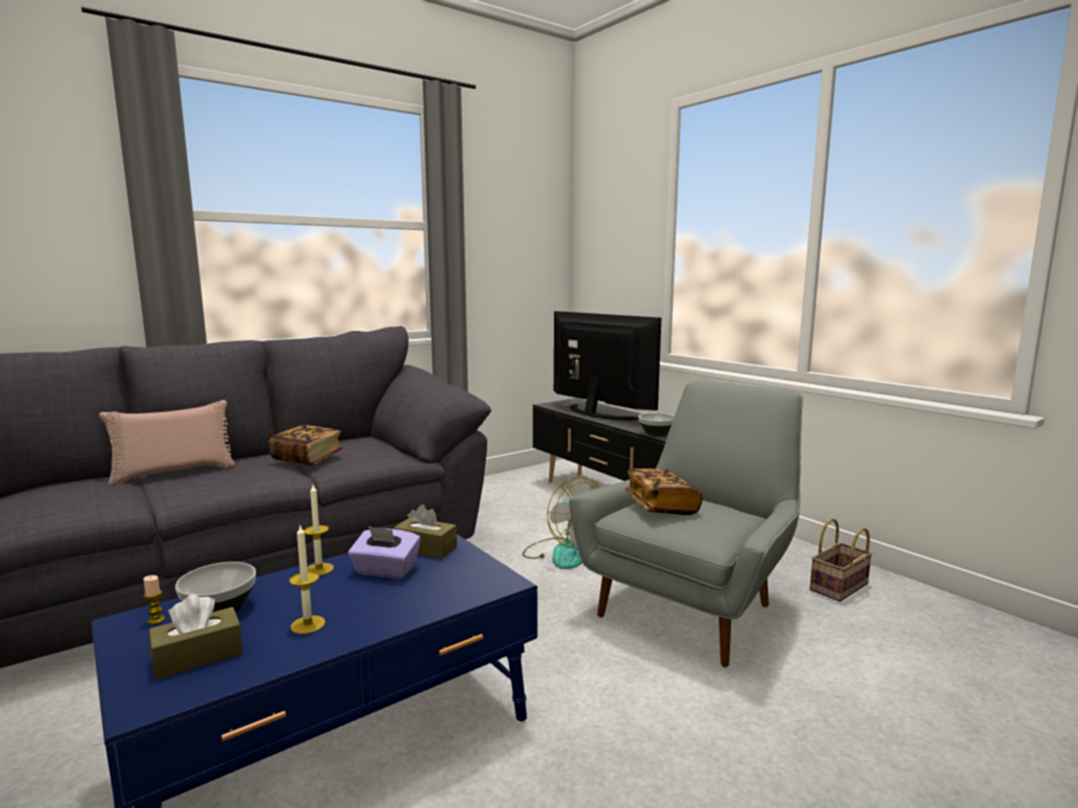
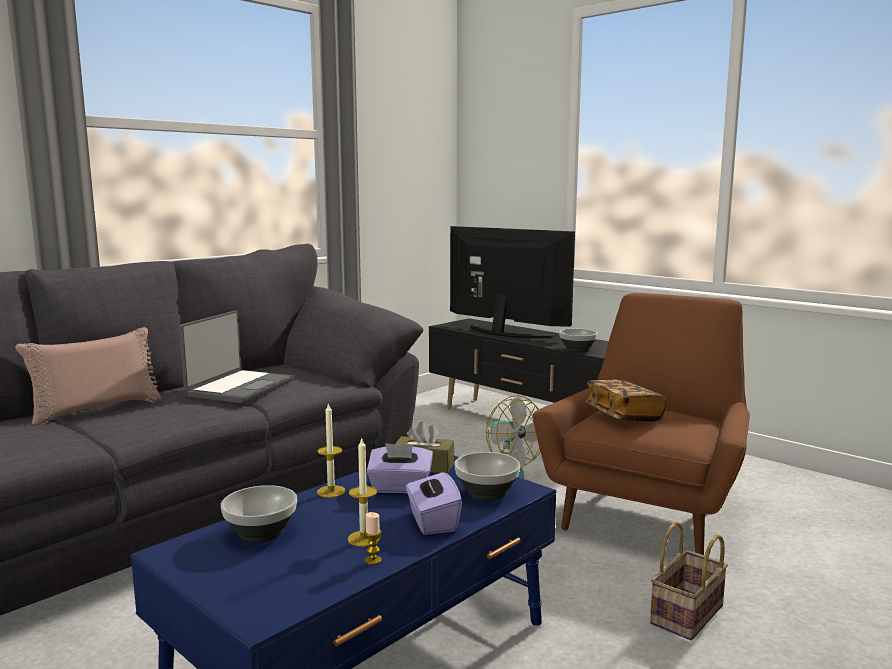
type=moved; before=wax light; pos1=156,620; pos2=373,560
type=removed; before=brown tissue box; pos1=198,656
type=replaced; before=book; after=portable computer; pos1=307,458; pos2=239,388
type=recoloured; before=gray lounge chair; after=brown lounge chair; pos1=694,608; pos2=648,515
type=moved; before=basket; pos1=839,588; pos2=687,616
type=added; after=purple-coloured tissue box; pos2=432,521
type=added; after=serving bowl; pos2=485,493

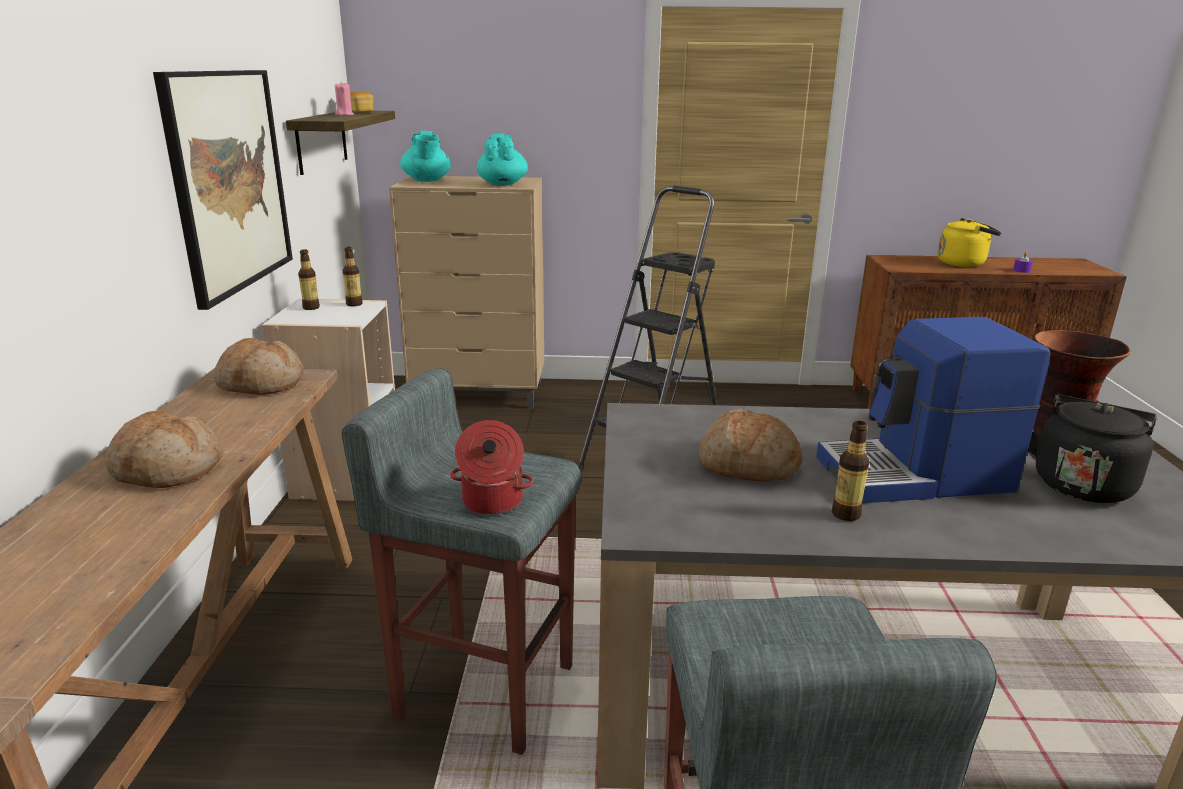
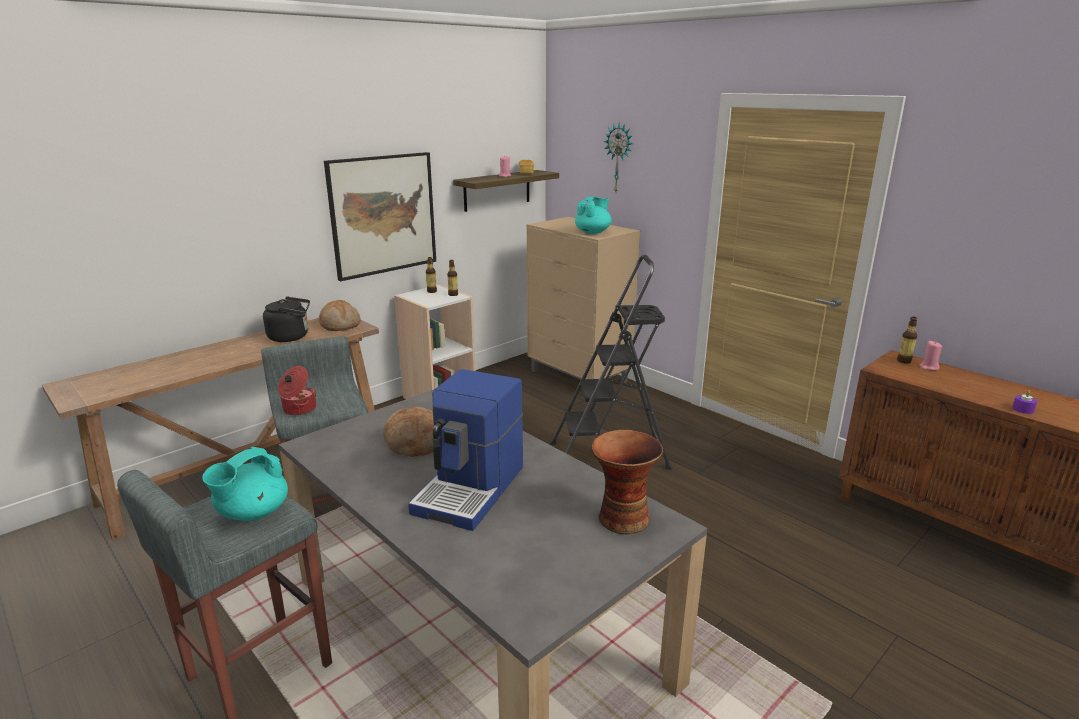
type=removed; before=bakery bread; pos1=168,469
type=moved; before=turquoise teapot; pos1=427,181; pos2=252,513
type=turned; before=coffee brewer; pos1=916,475; pos2=471,489; turn=-105
type=moved; before=beverage bottle; pos1=846,514; pos2=904,361
type=removed; before=yellowish kettle; pos1=963,263
type=moved; before=black kettle; pos1=1081,483; pos2=291,337
type=added; after=hanging clock; pos2=619,158
type=added; after=pink-coloured wax light; pos2=928,367

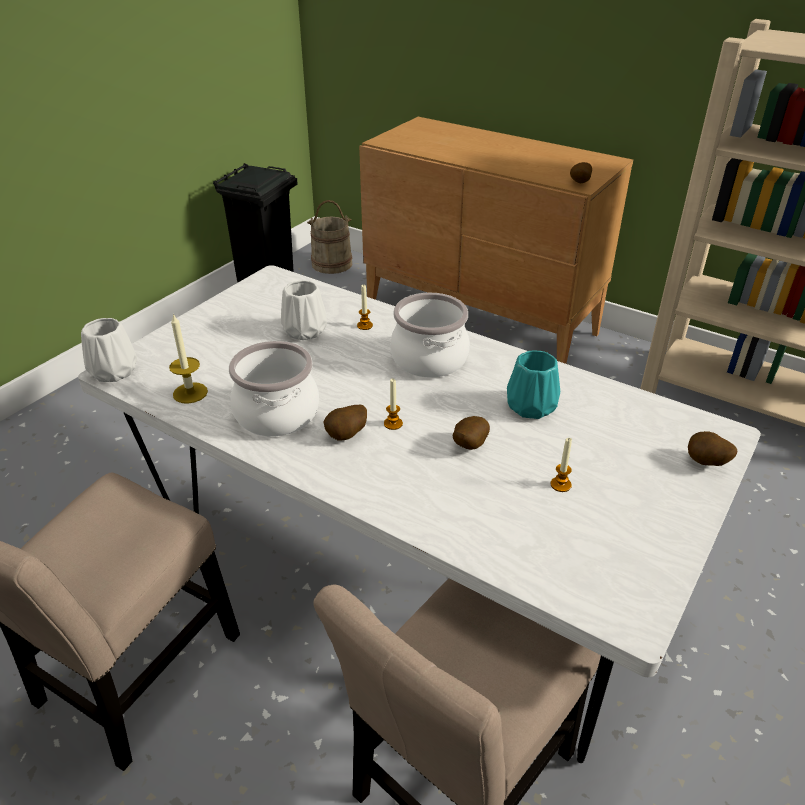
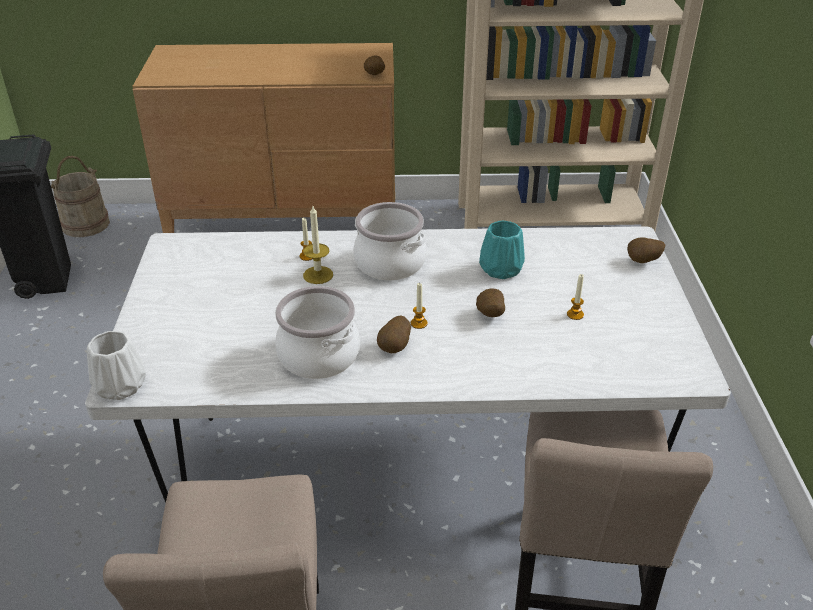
type=moved; before=wax light; pos1=190,393; pos2=318,275
type=removed; before=white-coloured flower vase; pos1=305,330

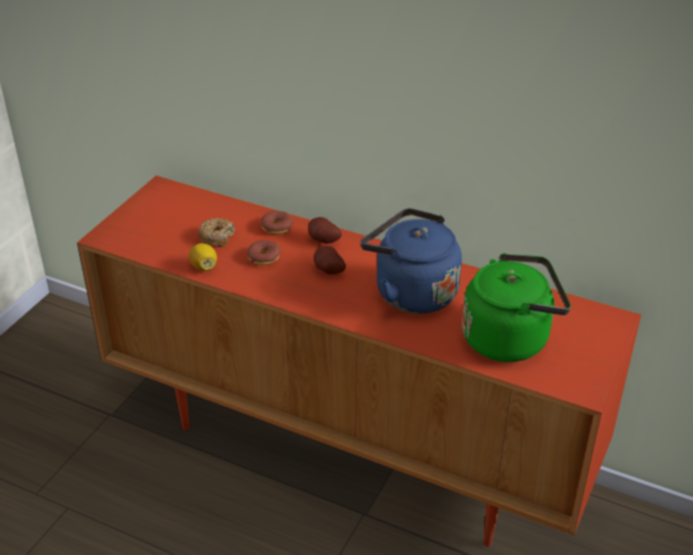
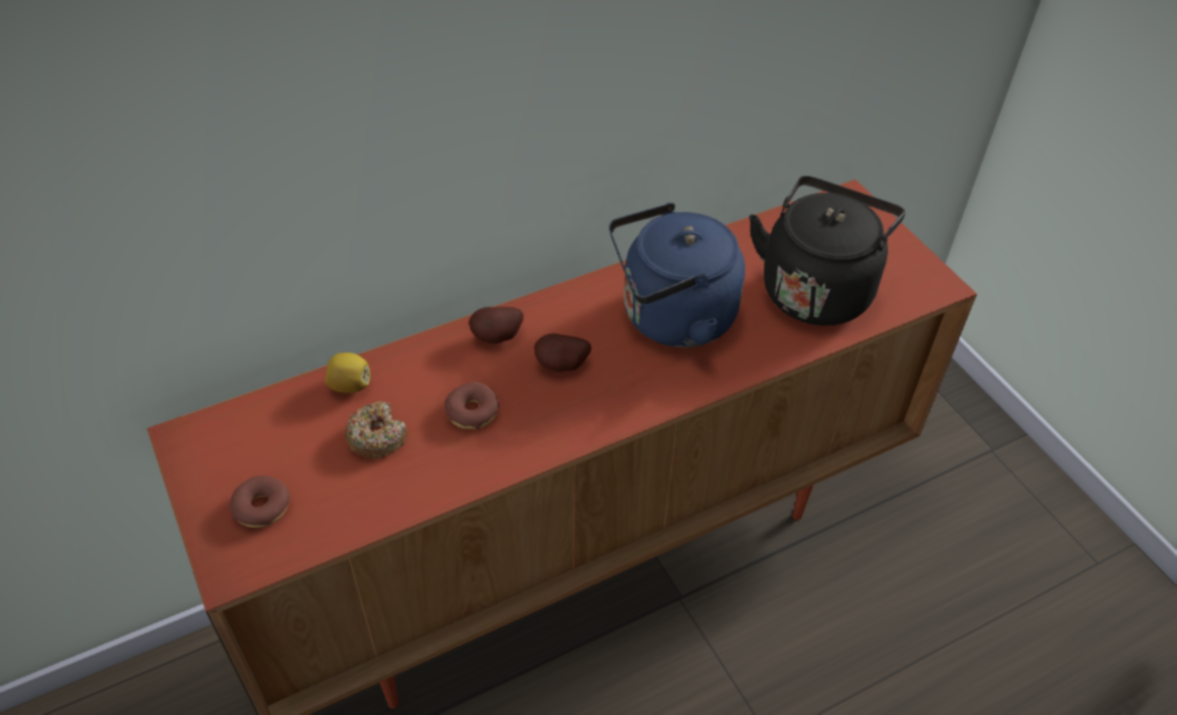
type=moved; before=lemon; pos1=204,267; pos2=350,385
type=moved; before=ring doughnut; pos1=276,227; pos2=262,507
type=recoloured; before=green kettle; after=black kettle; pos1=510,338; pos2=817,288

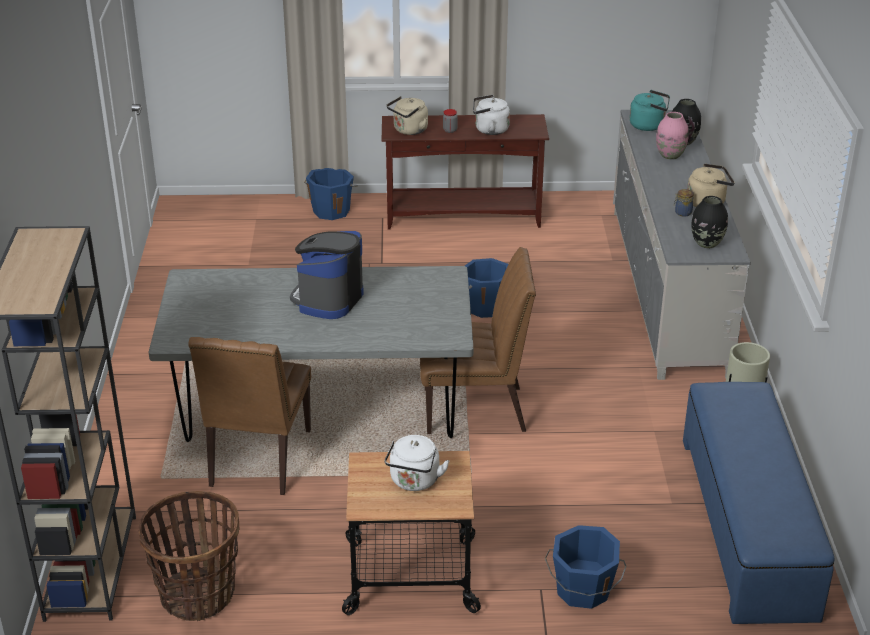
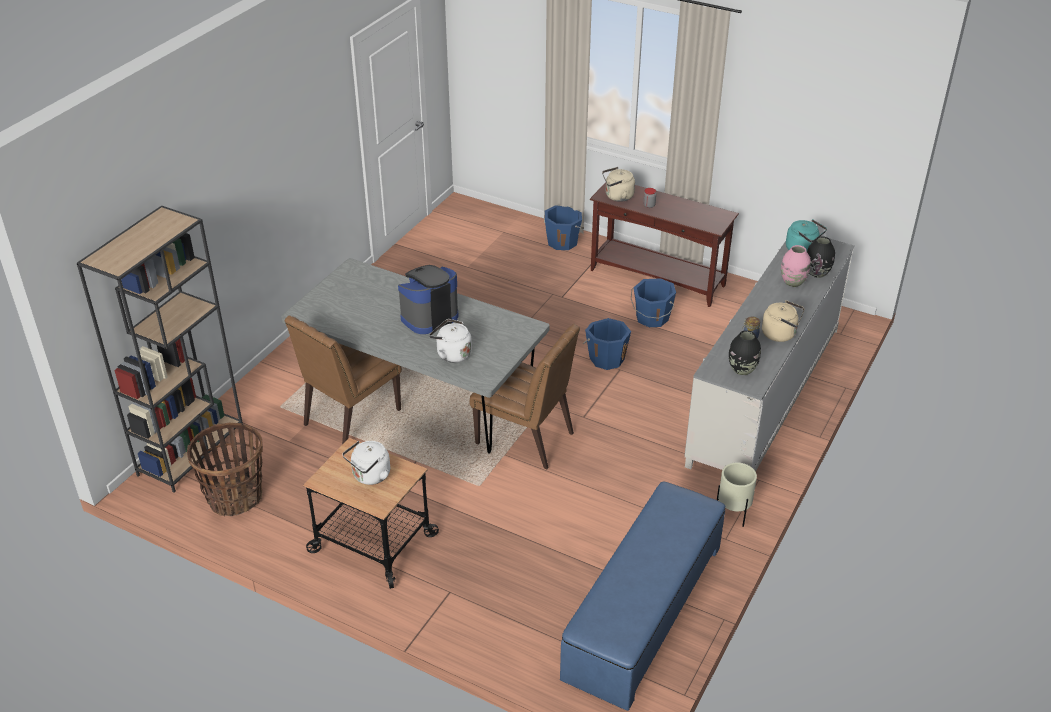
type=moved; before=white-coloured kettle; pos1=489,130; pos2=452,354
type=moved; before=bluish bucket; pos1=583,590; pos2=652,318

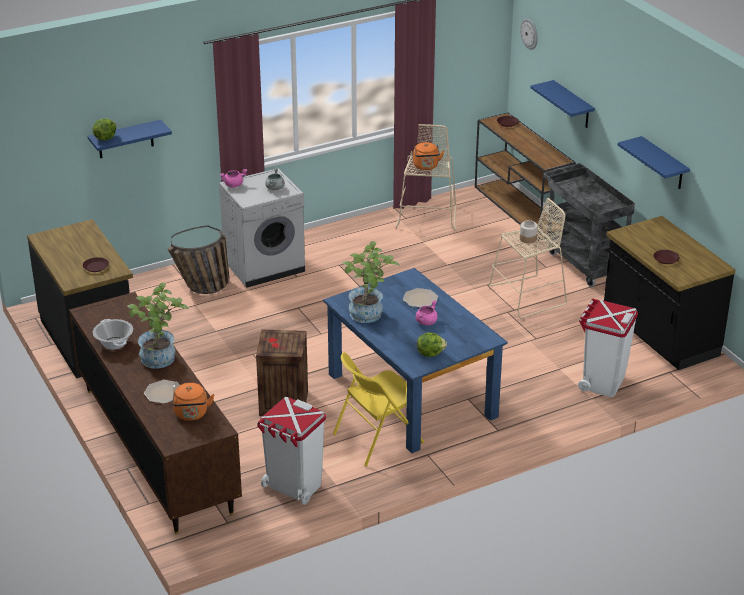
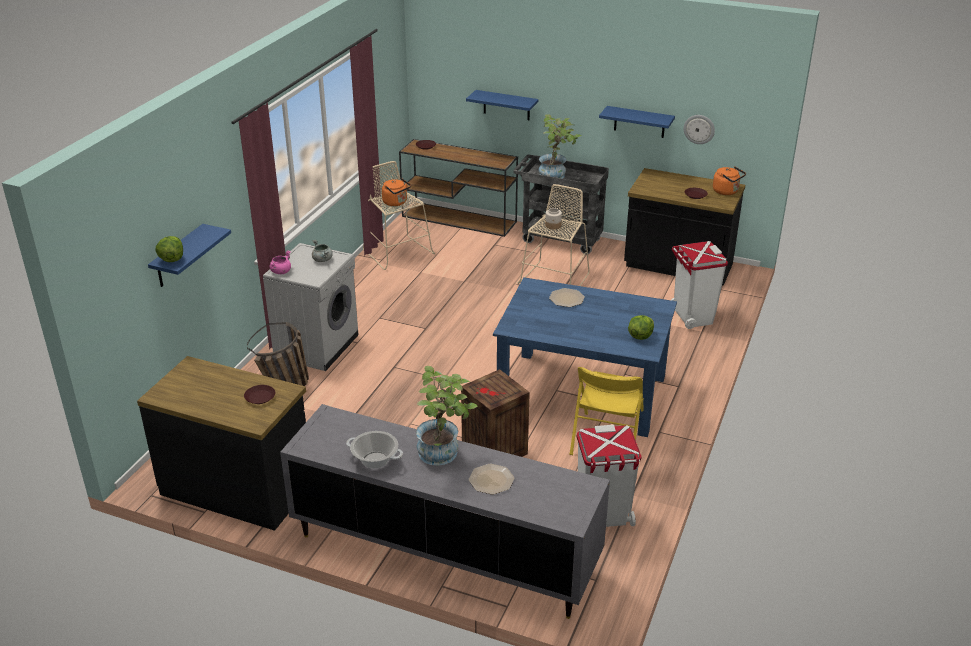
type=recoloured; before=brown cupboard; after=gray cupboard; pos1=156,449; pos2=444,553
type=moved; before=orangey kettle; pos1=191,415; pos2=727,191
type=moved; before=potted plant; pos1=369,316; pos2=556,175
type=removed; before=pink-coloured cooking pot; pos1=426,322
type=moved; before=hanging clock; pos1=529,33; pos2=699,129

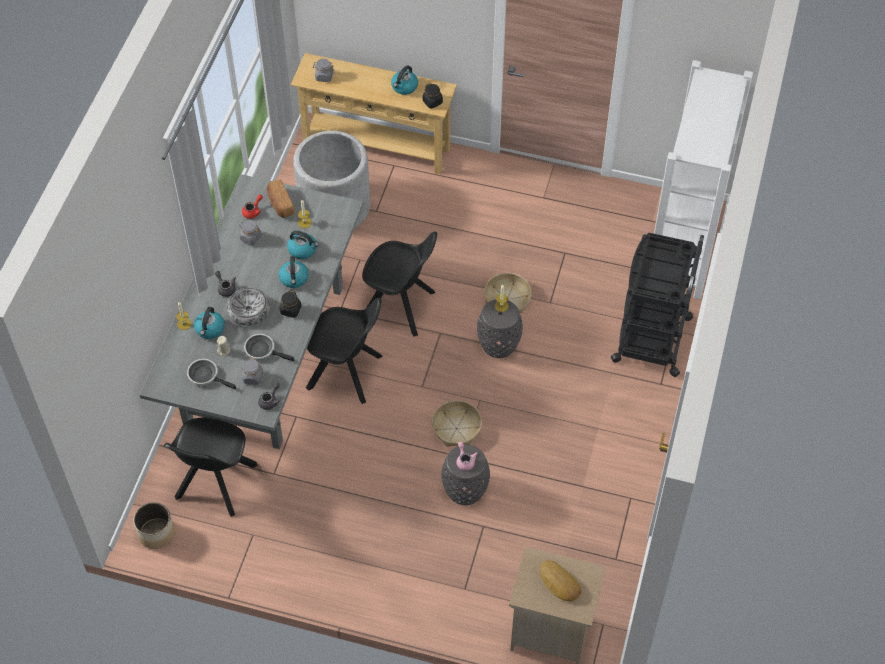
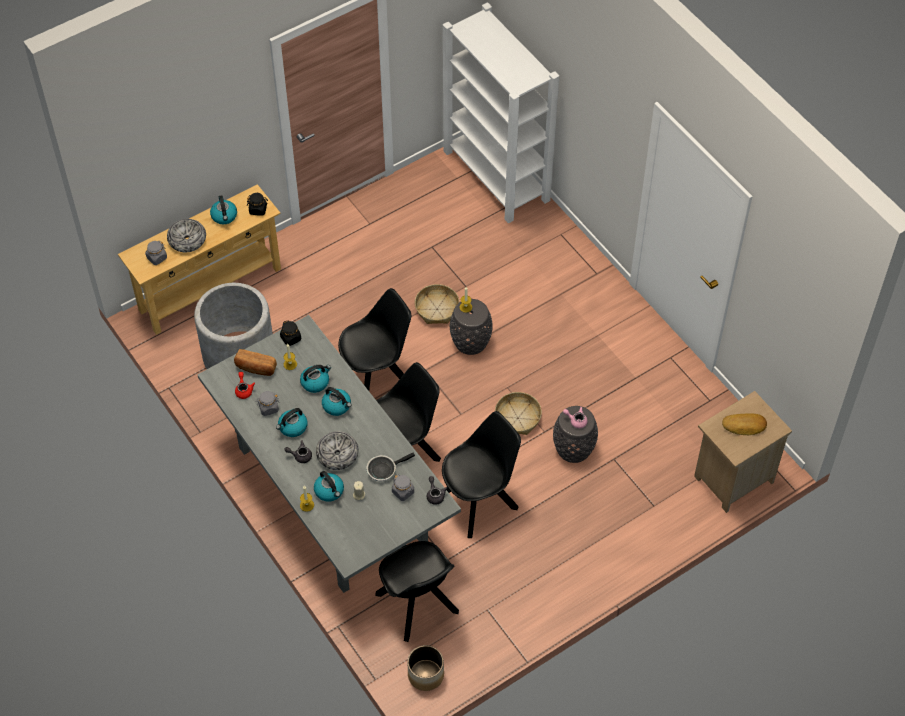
type=removed; before=frying pan; pos1=205,376
type=moved; before=black jar; pos1=290,310; pos2=291,338
type=removed; before=black wheeled cart; pos1=651,339
type=added; after=serving bowl; pos2=187,239
type=added; after=kettle; pos2=292,427
type=added; after=black upright chair; pos2=479,501

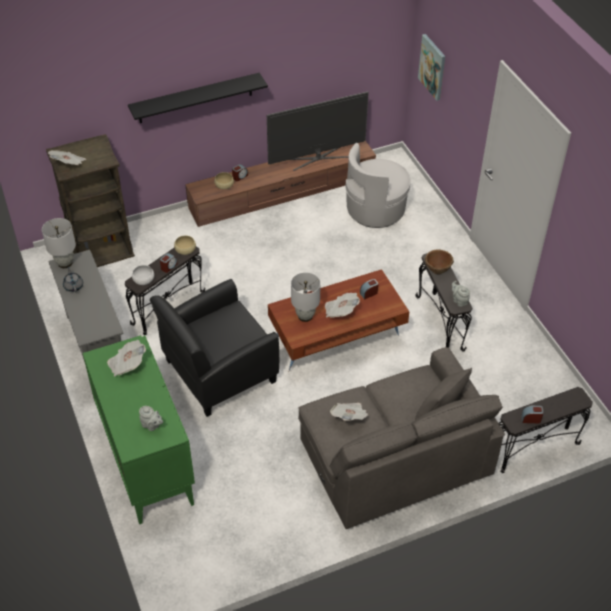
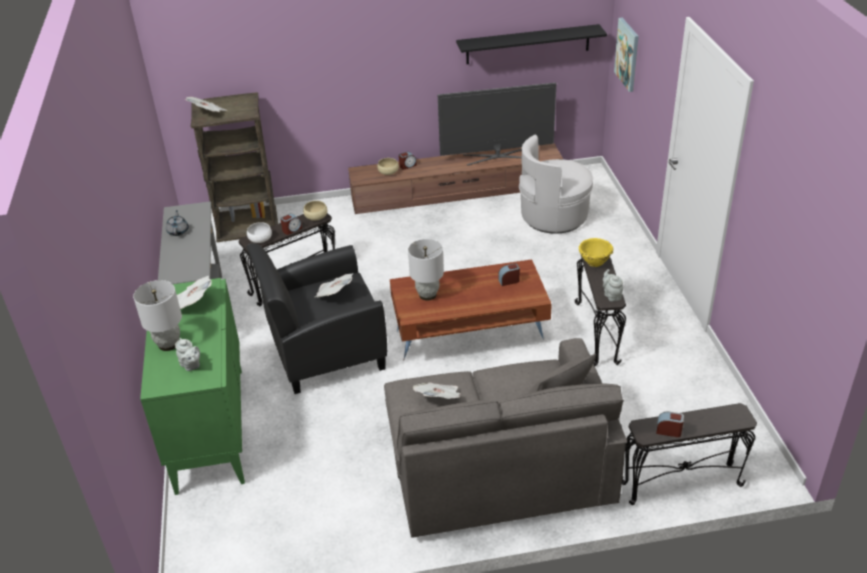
type=moved; before=white-coloured table lamp; pos1=65,263; pos2=168,344
type=moved; before=black shelf; pos1=195,98; pos2=528,44
type=moved; before=newspaper; pos1=340,311; pos2=334,294
type=recoloured; before=brown serving bowl; after=yellowish serving bowl; pos1=437,269; pos2=594,262

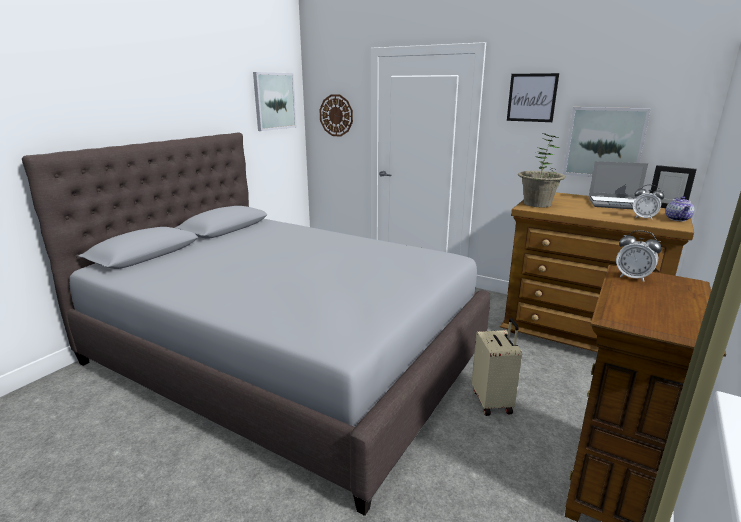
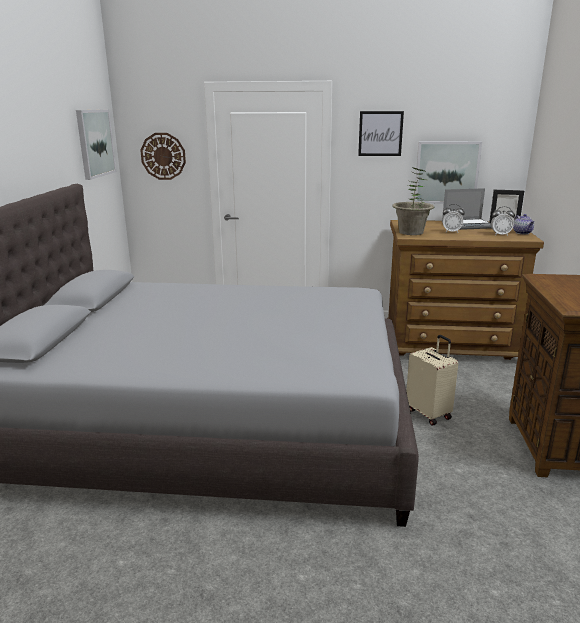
type=moved; before=table clock; pos1=632,277; pos2=451,232

